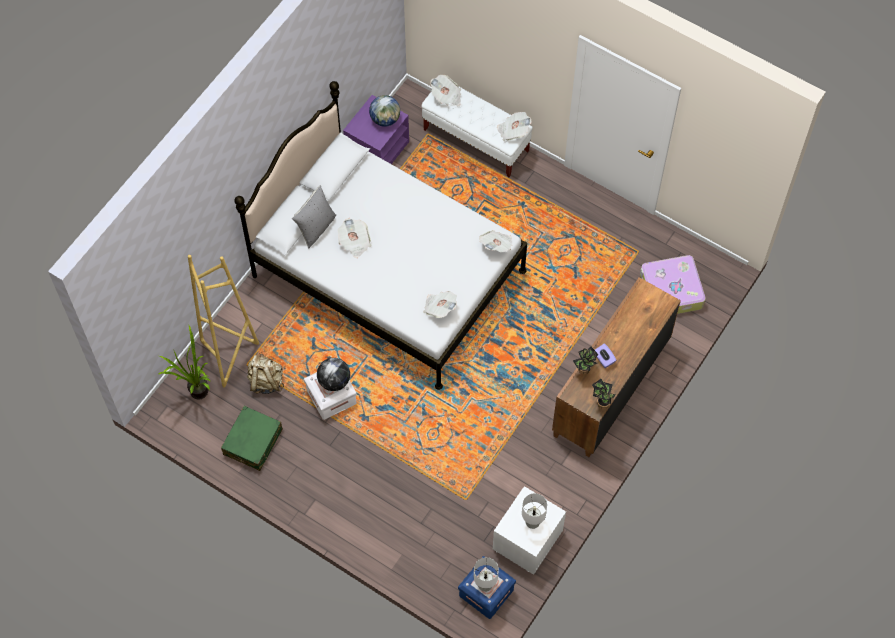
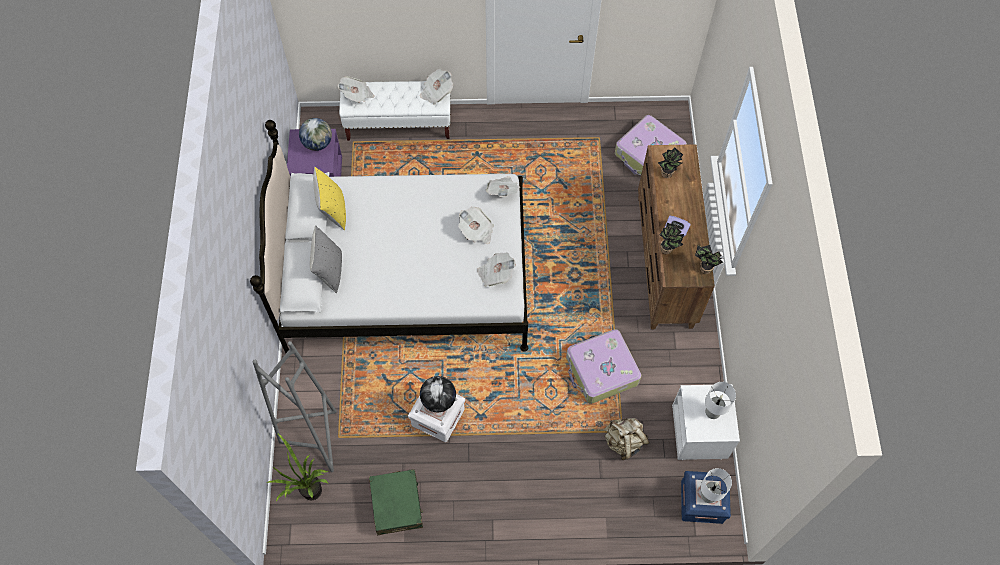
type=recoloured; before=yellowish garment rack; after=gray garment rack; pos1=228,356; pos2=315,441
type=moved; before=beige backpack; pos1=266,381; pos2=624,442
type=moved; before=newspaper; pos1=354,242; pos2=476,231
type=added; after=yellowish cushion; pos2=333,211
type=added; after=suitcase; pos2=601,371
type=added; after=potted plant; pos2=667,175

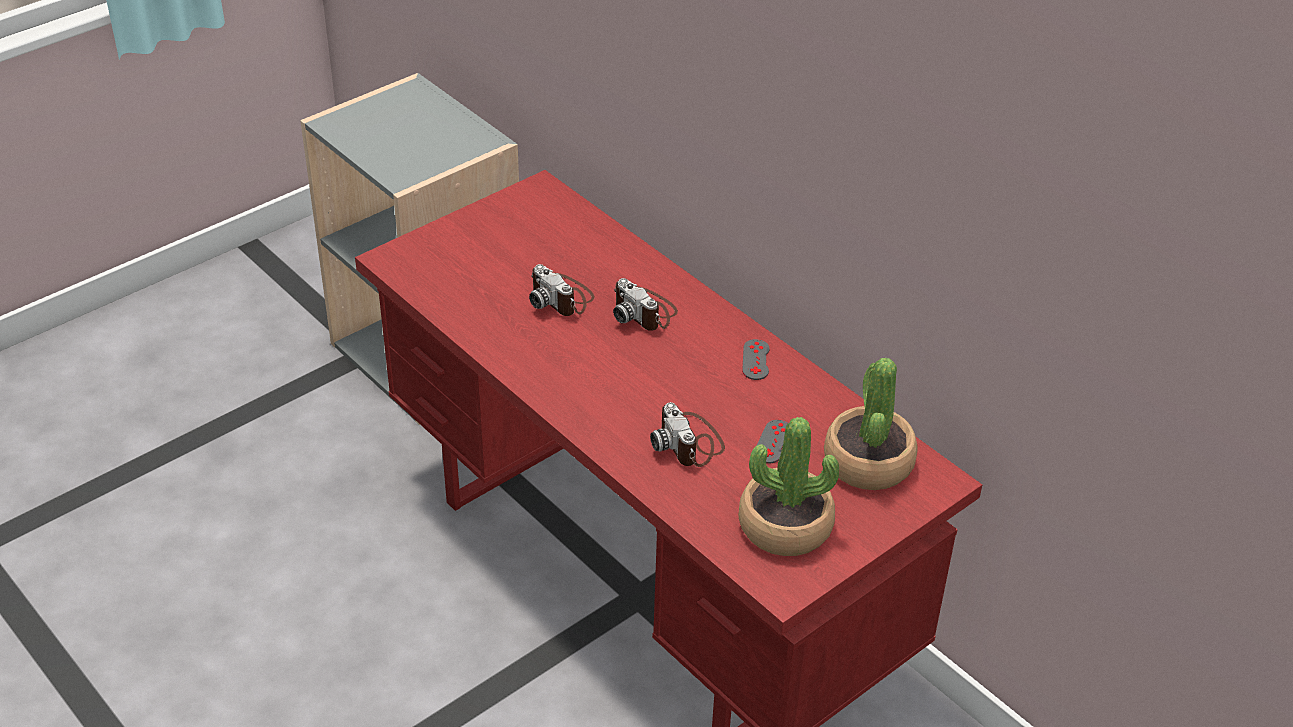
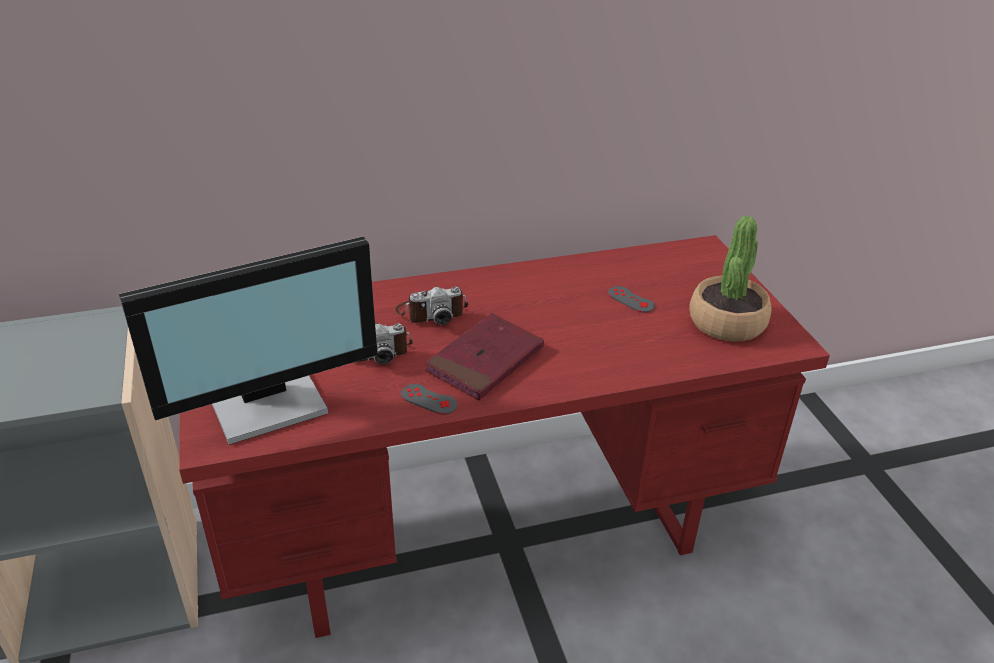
type=removed; before=still camera; pos1=689,443
type=moved; before=gray gamepad; pos1=755,360; pos2=429,399
type=removed; before=potted plant; pos1=868,462
type=added; after=computer screen; pos2=268,402
type=added; after=red book; pos2=485,360

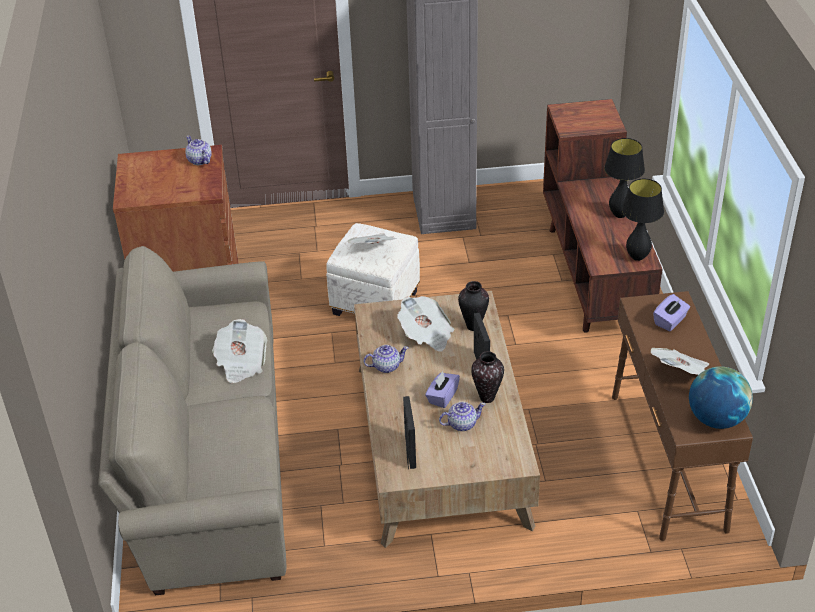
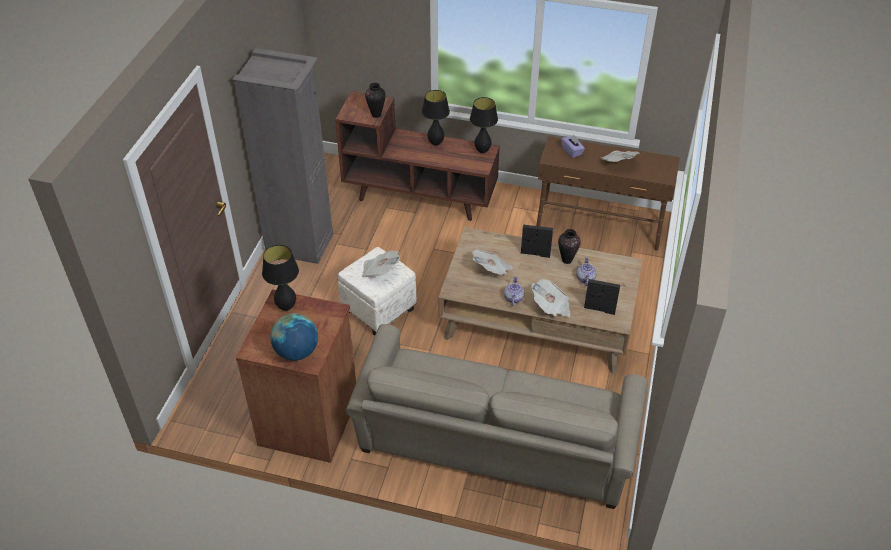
type=replaced; before=teapot; after=black table lamp; pos1=199,160; pos2=286,307
type=moved; before=newspaper; pos1=241,363; pos2=551,307
type=removed; before=purple-coloured tissue box; pos1=442,397
type=moved; before=flower vase; pos1=473,326; pos2=376,115
type=moved; before=world globe; pos1=716,419; pos2=296,352

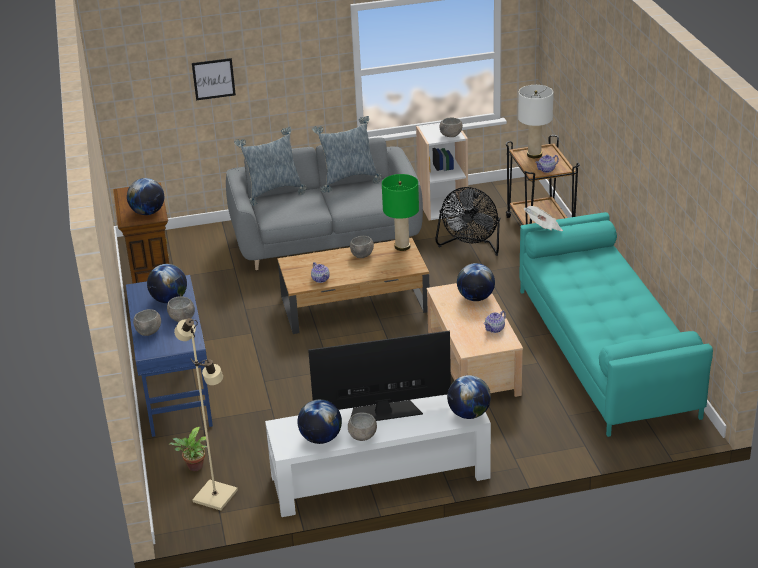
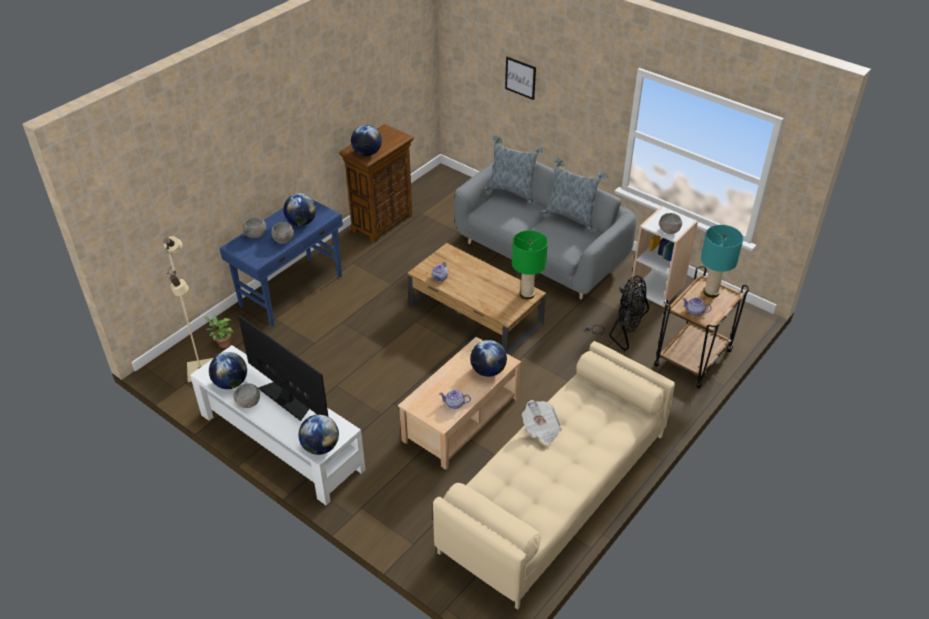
type=removed; before=gray serving bowl; pos1=362,256
type=turned; before=black electric fan; pos1=469,244; pos2=621,330; turn=-135
type=recoloured; before=white-coloured table lamp; after=turquoise table lamp; pos1=534,154; pos2=711,292
type=recoloured; before=turquoise settee; after=beige settee; pos1=605,351; pos2=555,492
type=moved; before=newspaper; pos1=543,228; pos2=541,429

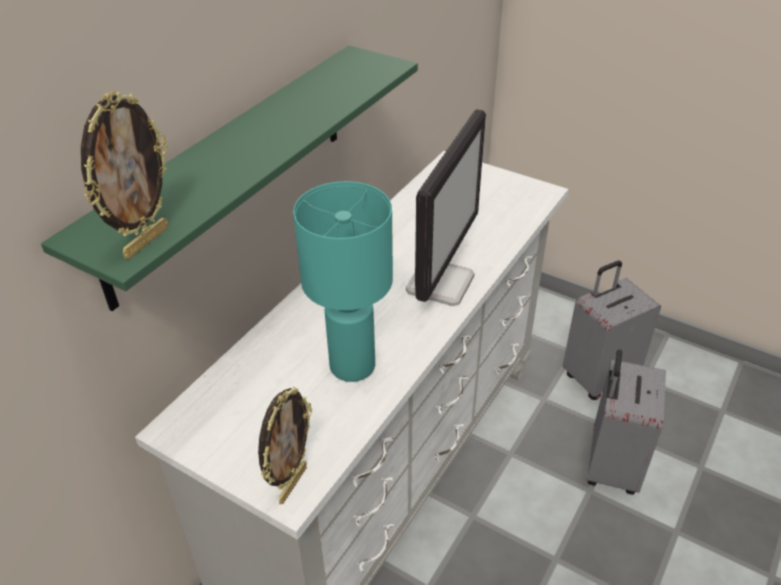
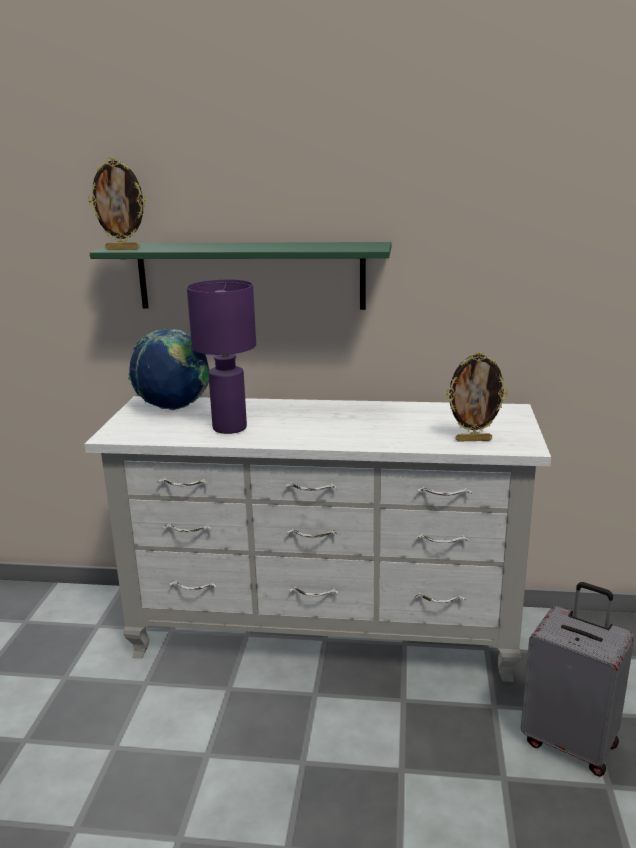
type=moved; before=picture frame; pos1=292,484; pos2=473,440
type=recoloured; before=turquoise table lamp; after=purple-coloured table lamp; pos1=352,365; pos2=230,428
type=removed; before=computer screen; pos1=440,282
type=removed; before=gray suitcase; pos1=610,465
type=added; after=world globe; pos2=174,408

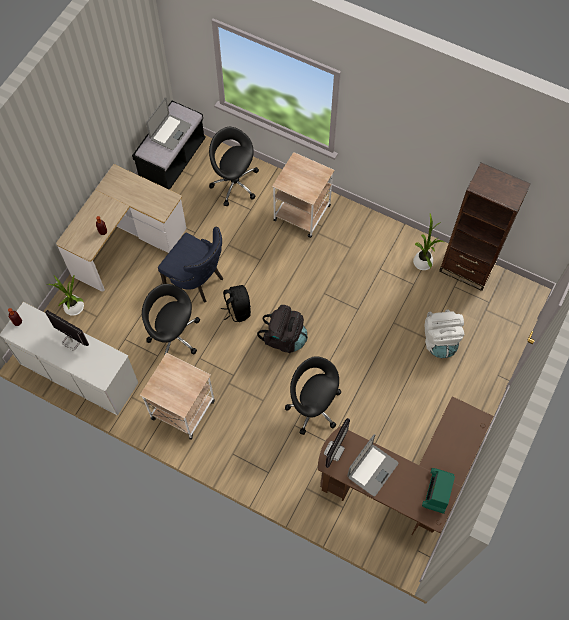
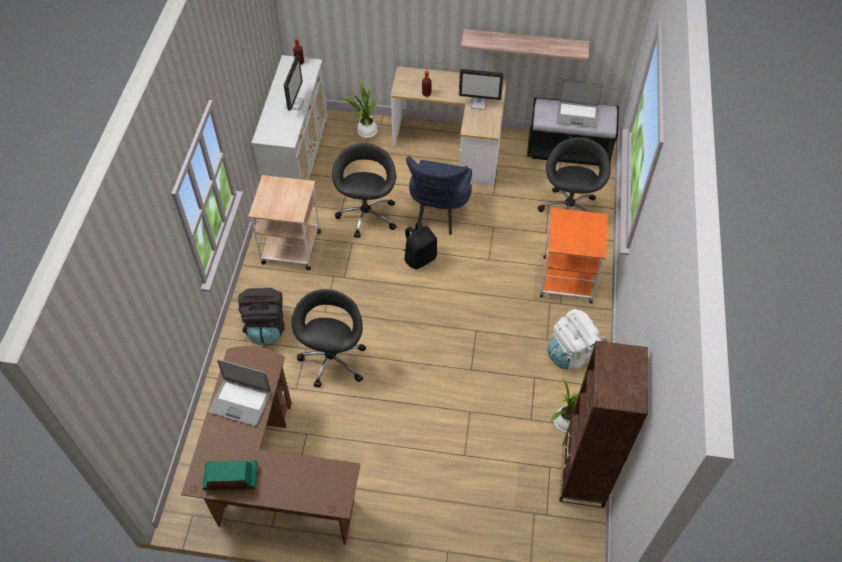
type=moved; before=black backpack; pos1=284,338; pos2=266,326
type=recoloured; before=beige wheeled cart; after=orangey wheeled cart; pos1=302,213; pos2=567,280
type=moved; before=computer screen; pos1=334,450; pos2=479,103
type=moved; before=white-coloured backpack; pos1=440,340; pos2=572,353
type=added; after=shelf; pos2=525,44

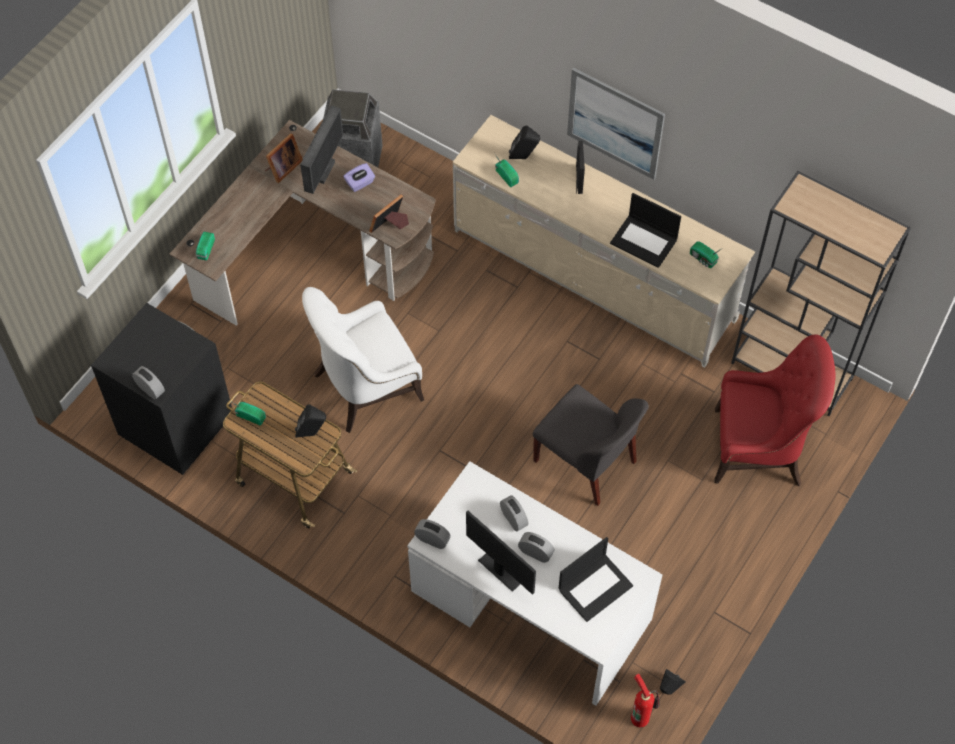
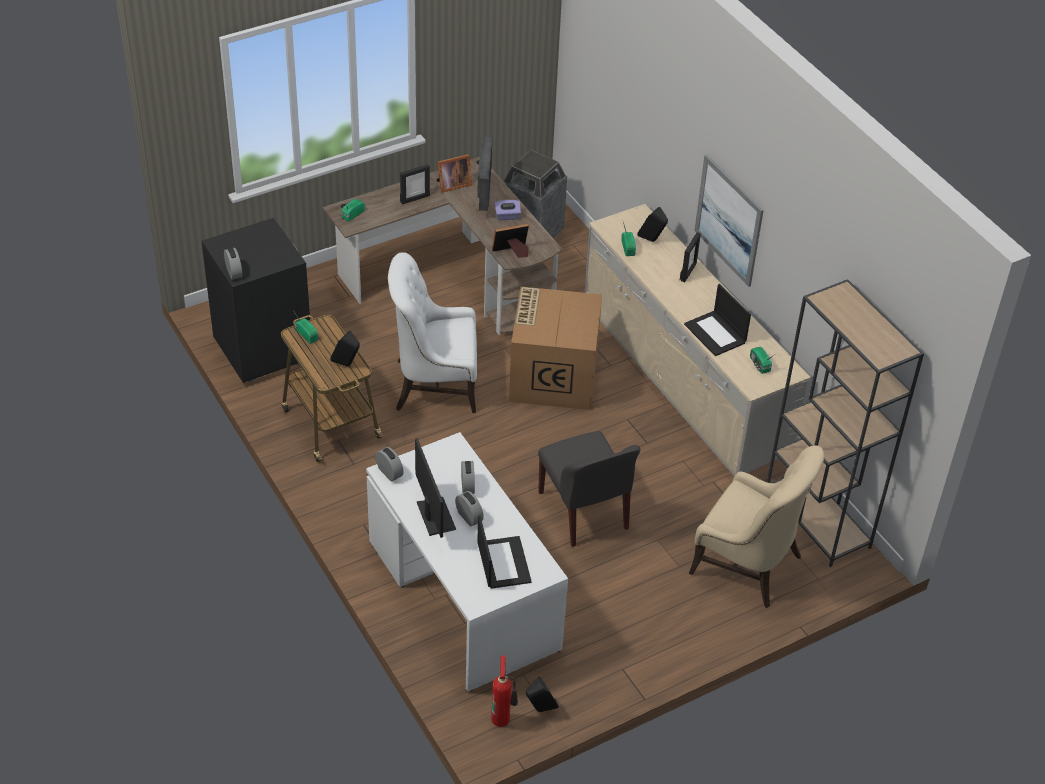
type=turned; before=computer screen; pos1=324,171; pos2=484,198; turn=-45
type=turned; before=portable computer; pos1=595,586; pos2=503,562; turn=-90
type=recoloured; before=red upright chair; after=beige upright chair; pos1=759,448; pos2=748,564
type=added; after=picture frame; pos2=415,198
type=added; after=packing box; pos2=552,376

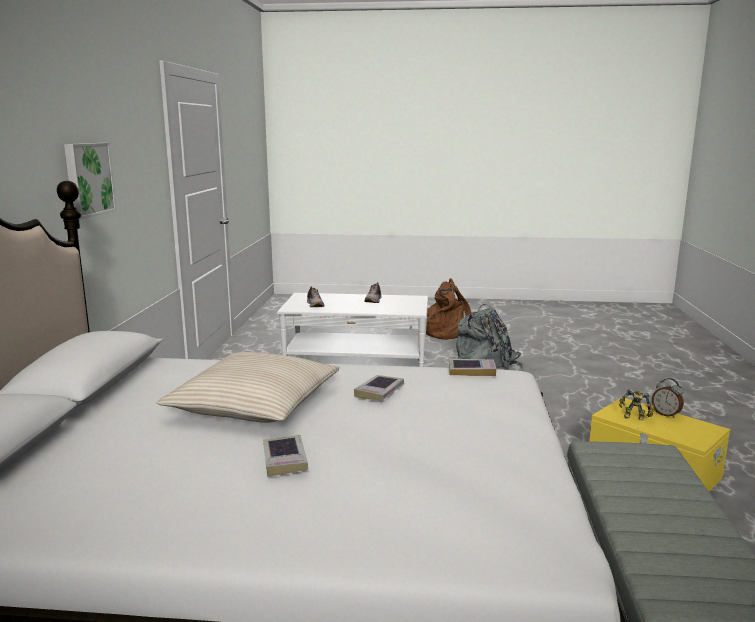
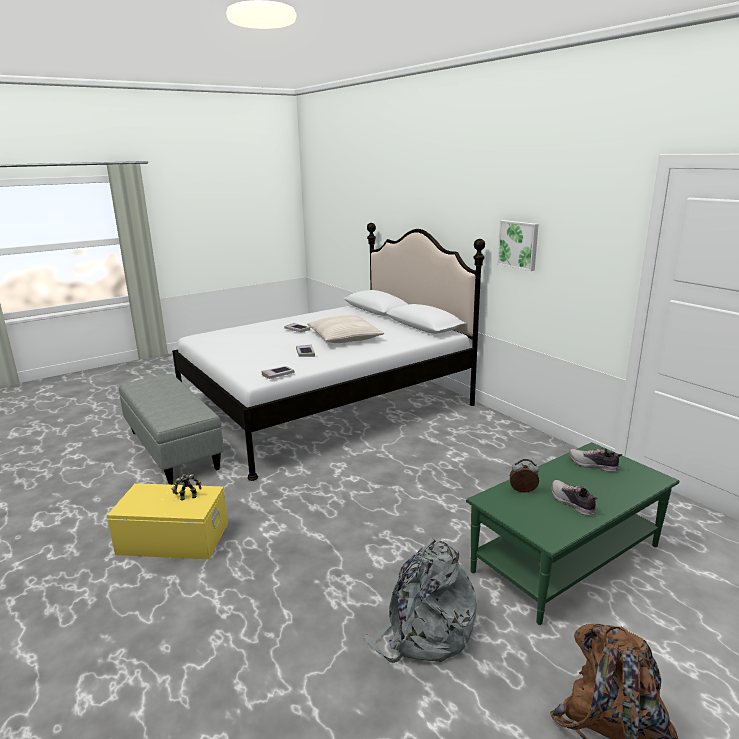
type=recoloured; before=white-coloured coffee table; after=green coffee table; pos1=357,360; pos2=565,559
type=moved; before=table clock; pos1=666,414; pos2=523,491

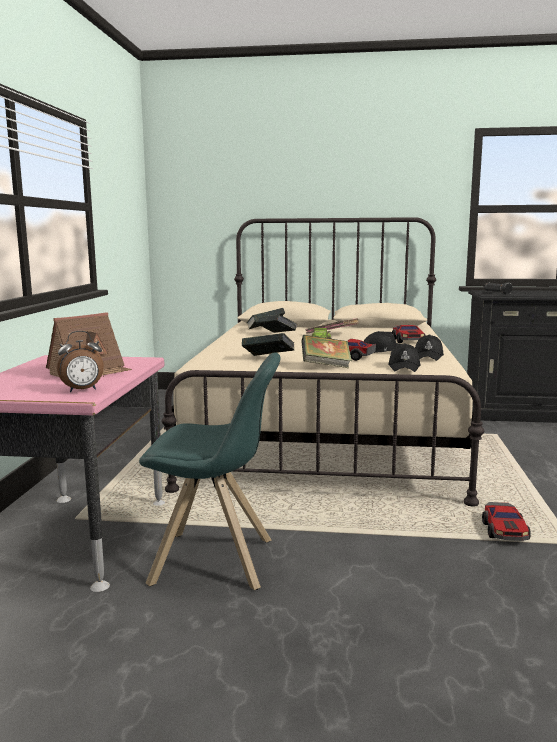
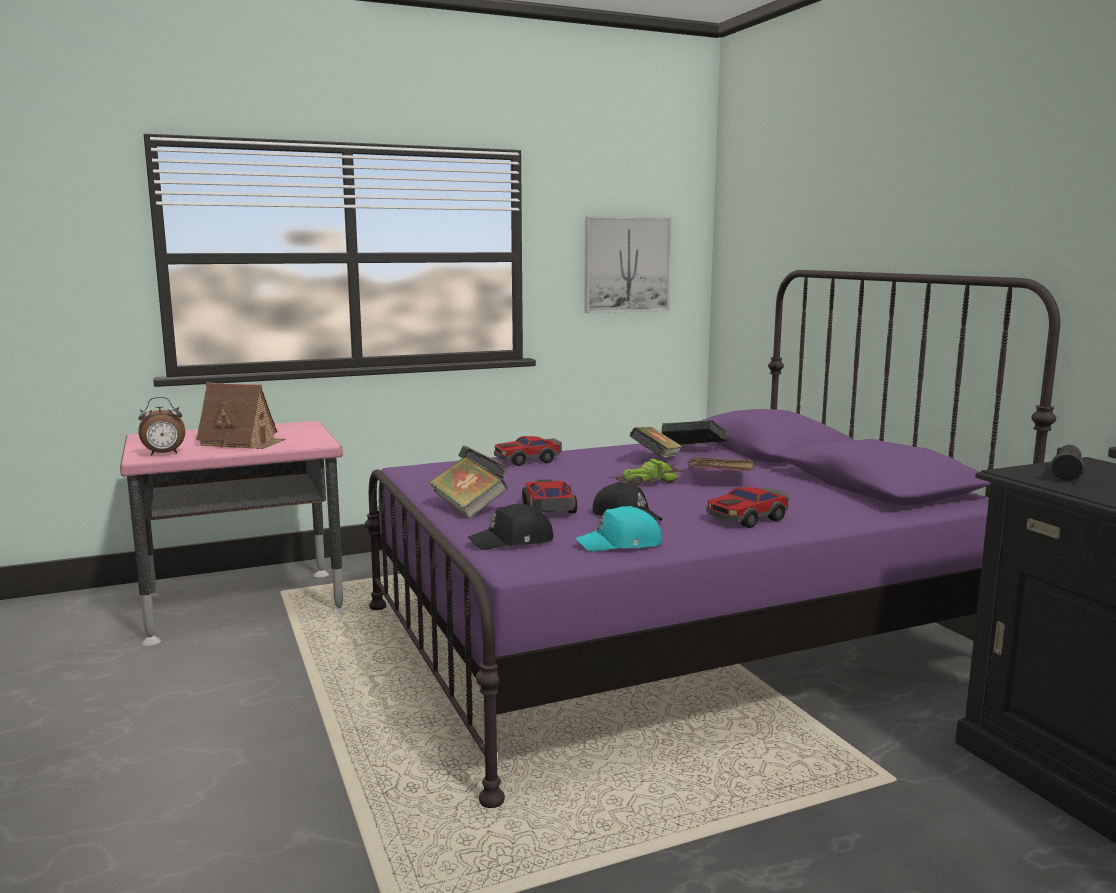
type=turned; before=table clock; pos1=83,390; pos2=164,454; turn=-60
type=removed; before=turquoise upright chair; pos1=214,561
type=recoloured; before=beige bed; after=purple-coloured bed; pos1=326,434; pos2=670,638
type=recoloured; before=black baseball cap; after=turquoise baseball cap; pos1=428,356; pos2=621,544
type=moved; before=miniature car; pos1=505,531; pos2=527,460
type=added; after=wall picture; pos2=626,264

